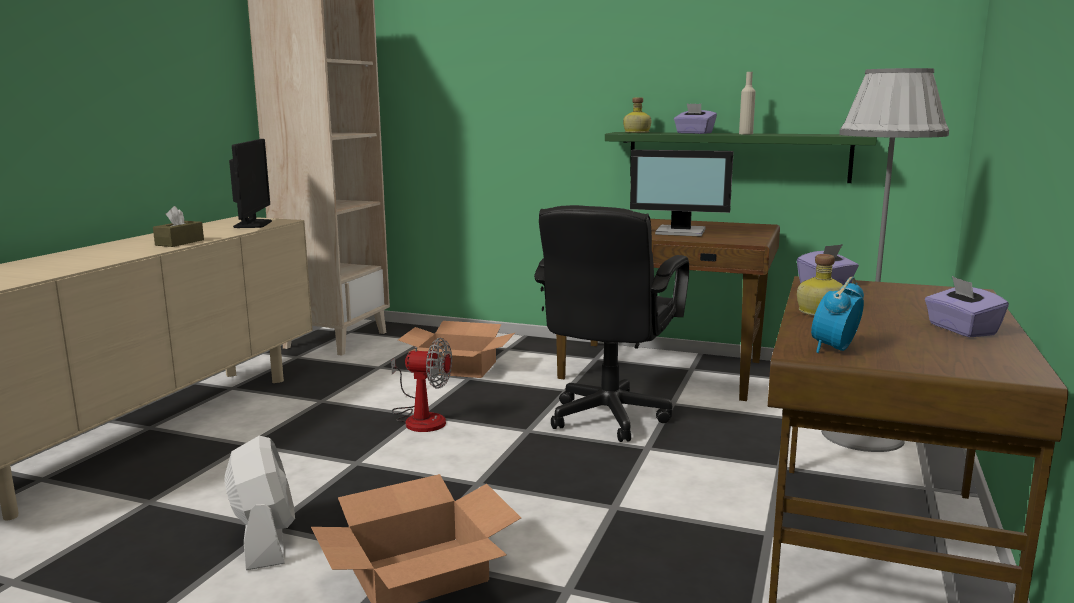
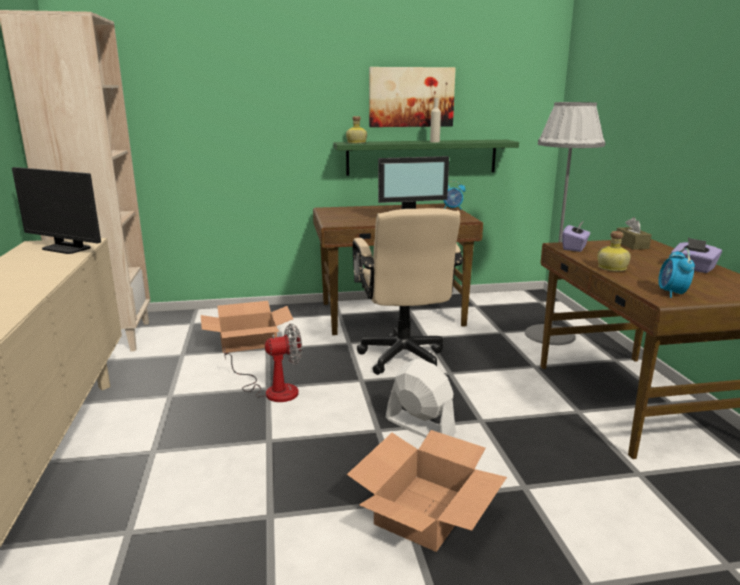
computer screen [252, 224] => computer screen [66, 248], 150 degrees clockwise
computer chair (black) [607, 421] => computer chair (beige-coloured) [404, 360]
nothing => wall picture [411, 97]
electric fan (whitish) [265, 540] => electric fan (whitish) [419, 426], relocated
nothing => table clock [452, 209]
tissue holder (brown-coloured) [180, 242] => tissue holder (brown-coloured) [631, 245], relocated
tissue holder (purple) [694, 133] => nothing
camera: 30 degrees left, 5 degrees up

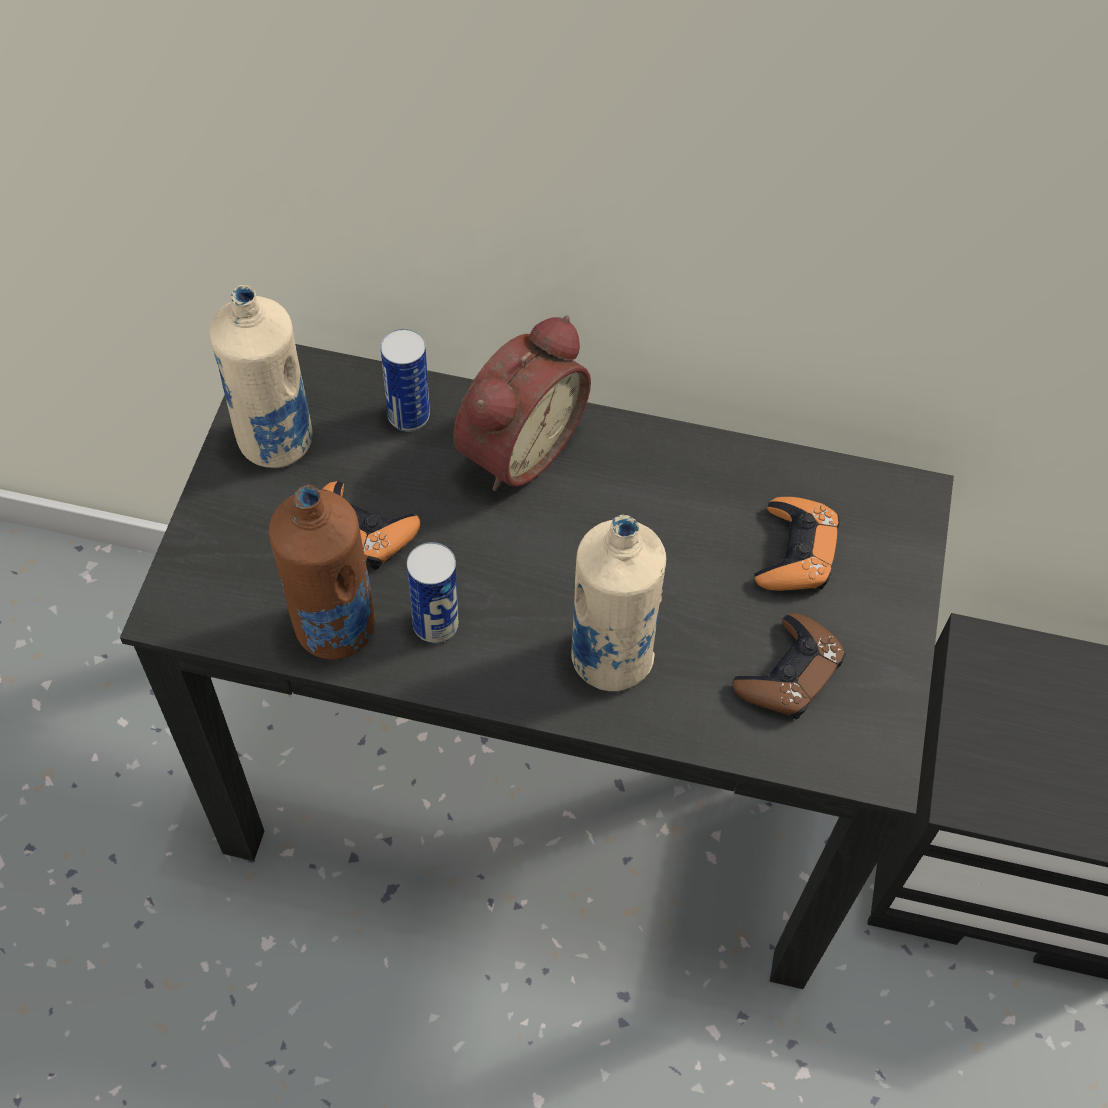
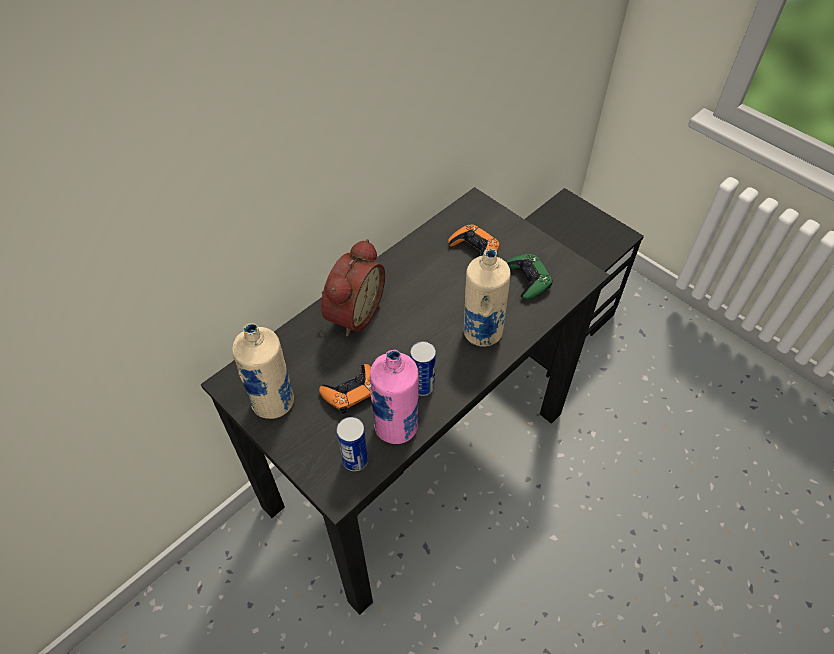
table clock [515, 446] => table clock [352, 312], 45 degrees clockwise
sealed can [408, 416] => sealed can [355, 460], relocated
beverage bottle (brown-coloured) [334, 628] => beverage bottle (pinkish) [396, 427]
gamepad (brown-coloured) [789, 673] => gamepad (greenish) [527, 279]
camera: 55 degrees left, 5 degrees down

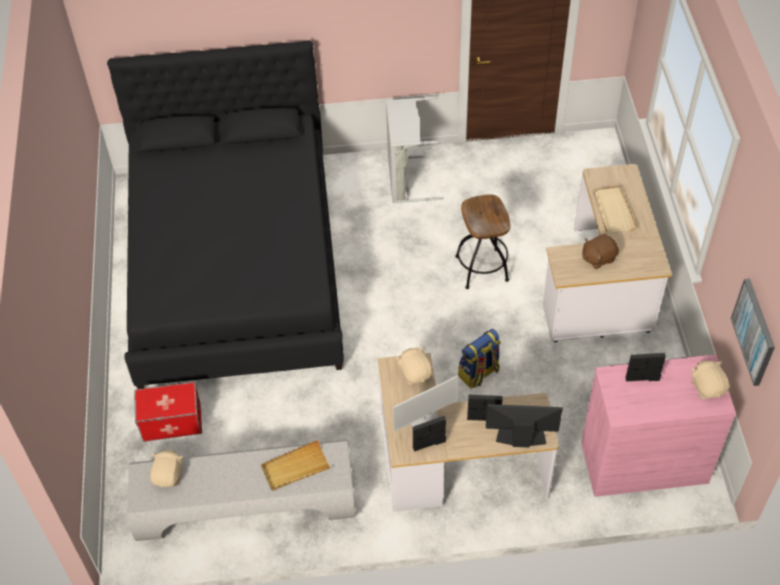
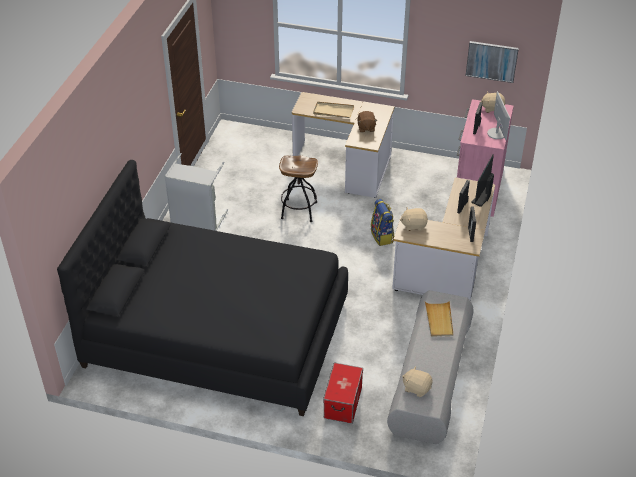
computer screen [424, 419] => computer screen [497, 133], relocated
camera: 70 degrees left, 10 degrees down

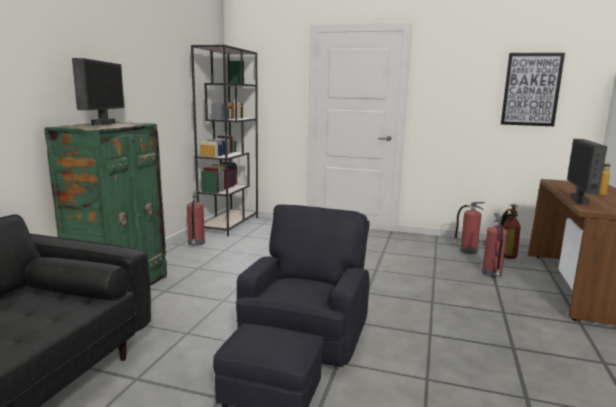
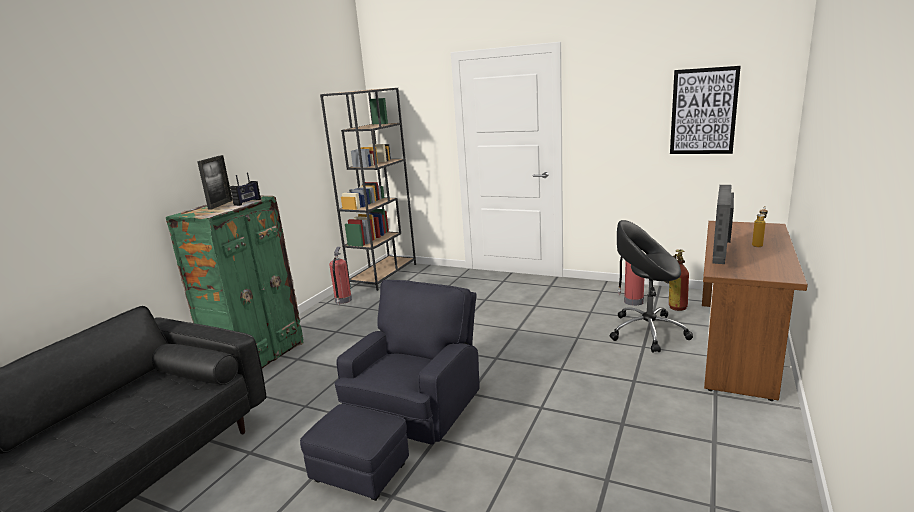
computer screen [102, 124] => standing frame [220, 204]
nothing => radio set [247, 202]
fire-fighting cylinder [492, 274] => computer chair (black) [646, 331]
camera: 10 degrees right, 5 degrees up

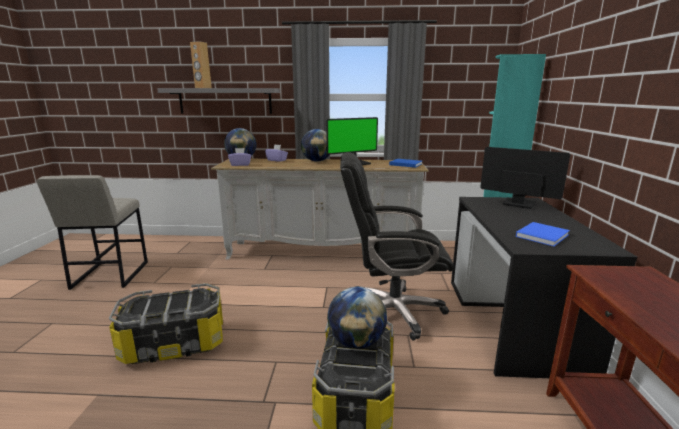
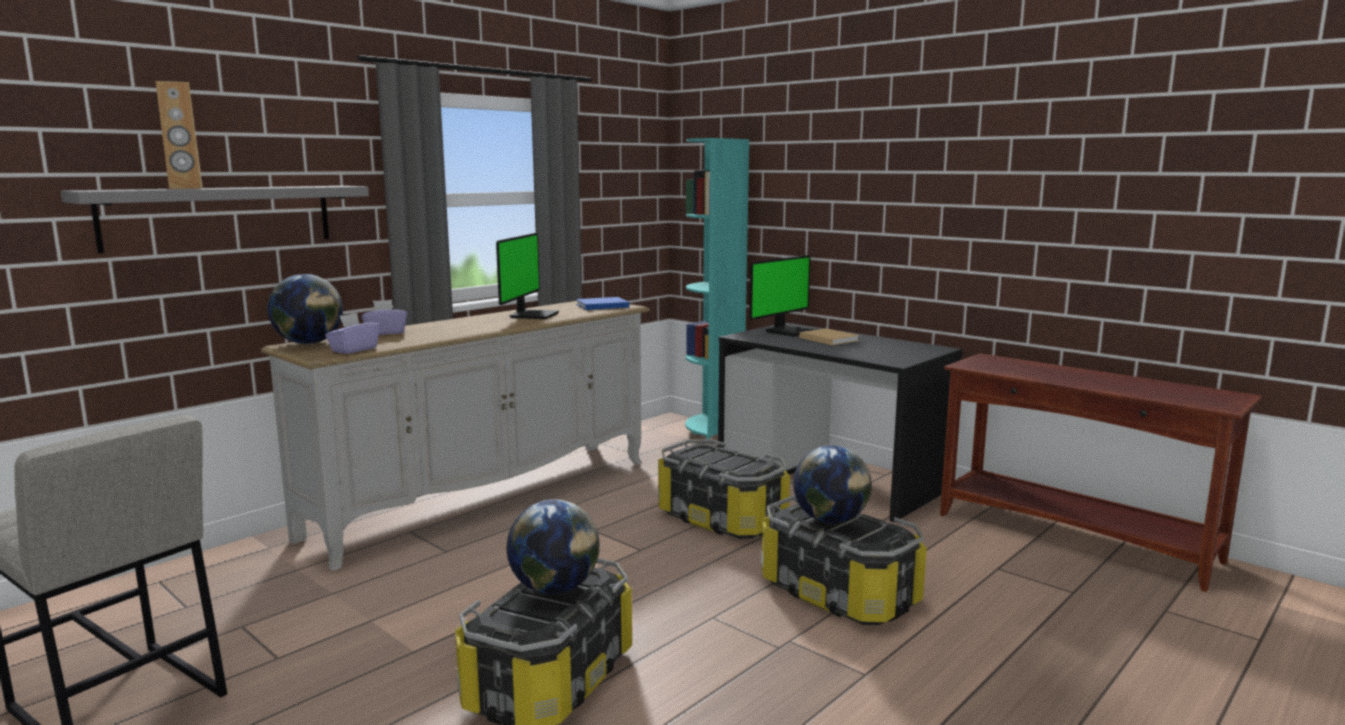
world globe [317, 161] => world globe [554, 588], relocated
computer chair (black) [391, 312] => storage container [721, 519]
computer screen [518, 204] => computer screen [788, 331], 150 degrees clockwise
nothing => book (beige-coloured) [827, 339]
book (bluish) [542, 235] => nothing
camera: 50 degrees left, 5 degrees down

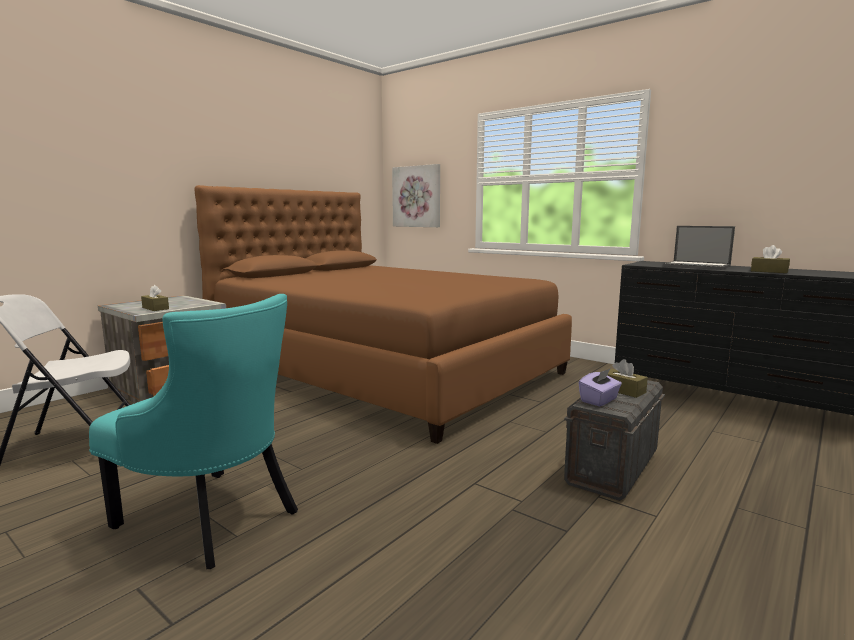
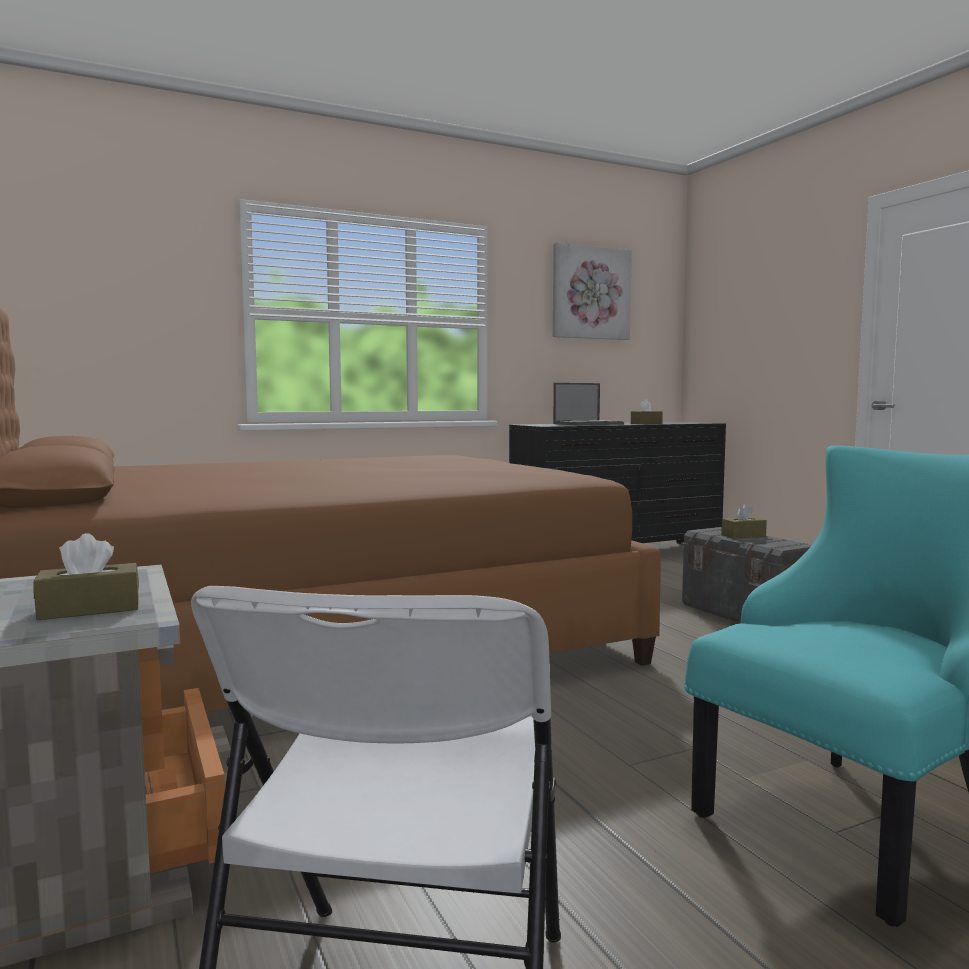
wall picture [417, 196] => wall picture [590, 293], relocated
tissue holder (purple) [599, 400] => nothing
camera: 65 degrees left, 5 degrees down

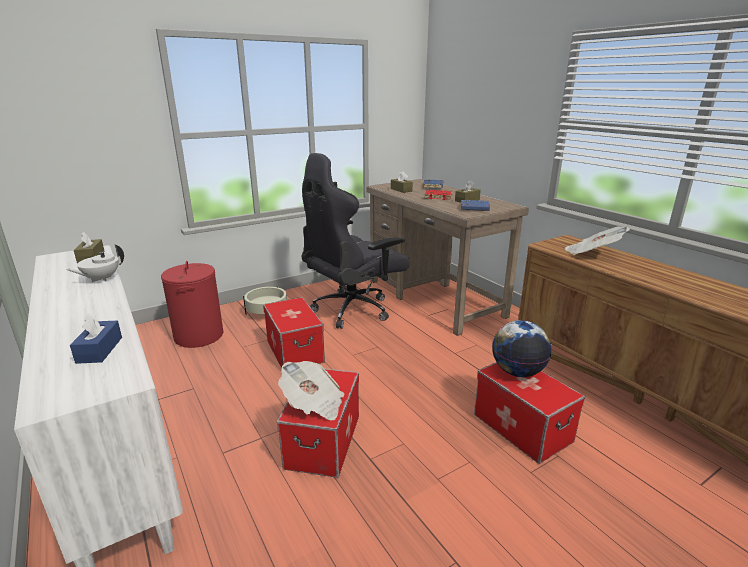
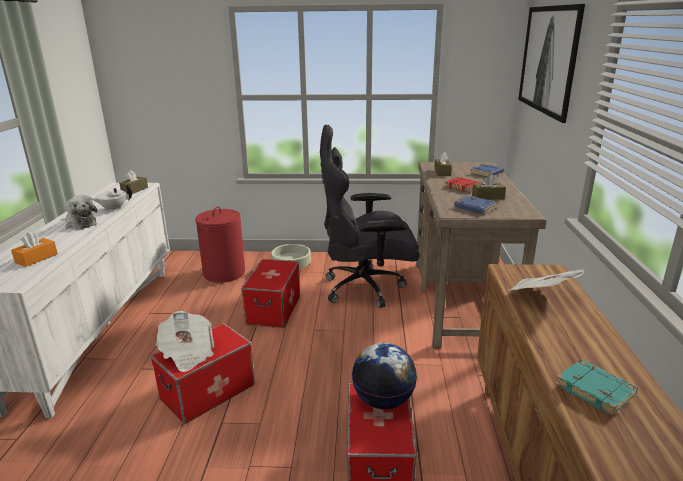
tissue holder (bluish) [99, 350] => tissue holder (orange) [36, 258]
nothing => plush toy [80, 223]
nothing => wall picture [548, 59]
nothing => book (turquoise-coloured) [596, 390]
camera: 35 degrees right, 0 degrees up

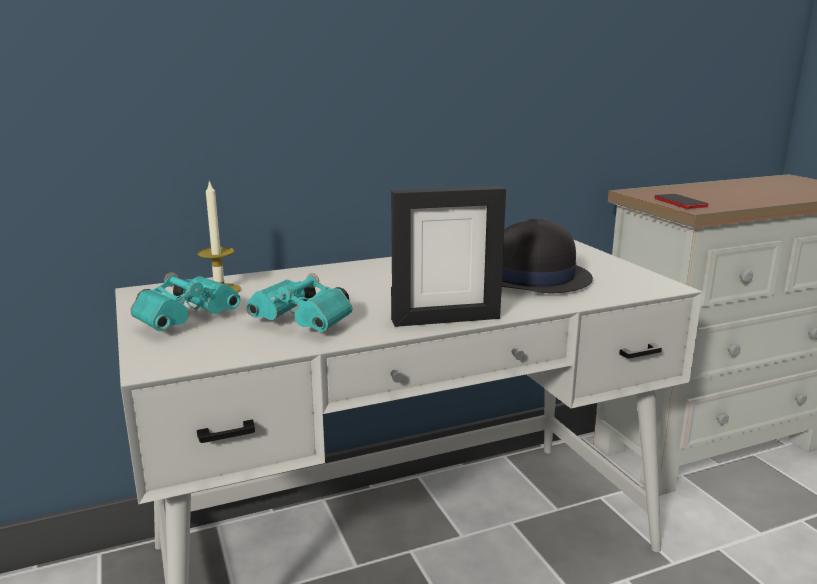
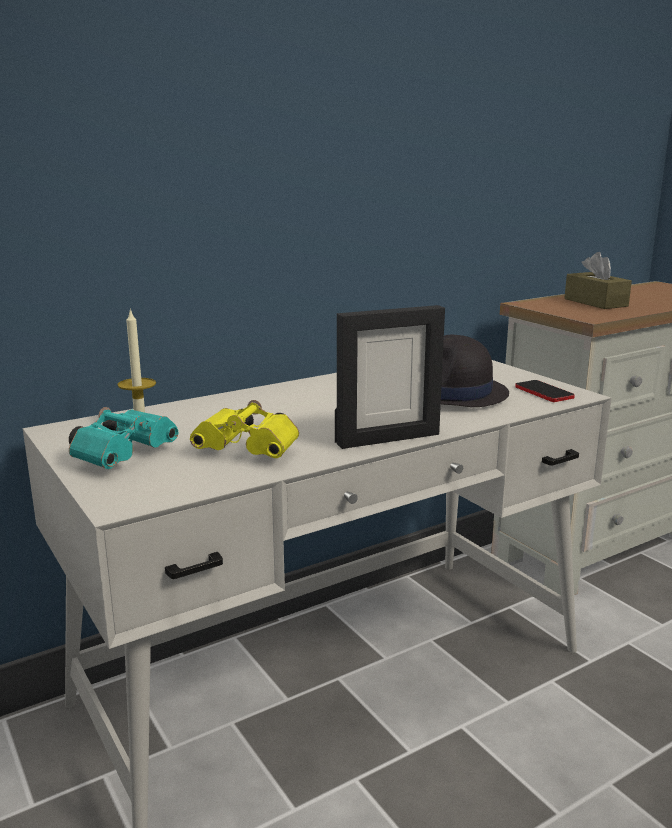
binoculars (turquoise-coloured) [305, 323] => binoculars (yellowish) [251, 451]
handset [680, 202] => handset [544, 392], relocated
nothing => tissue holder (brown-coloured) [595, 302]
camera: 10 degrees left, 0 degrees up

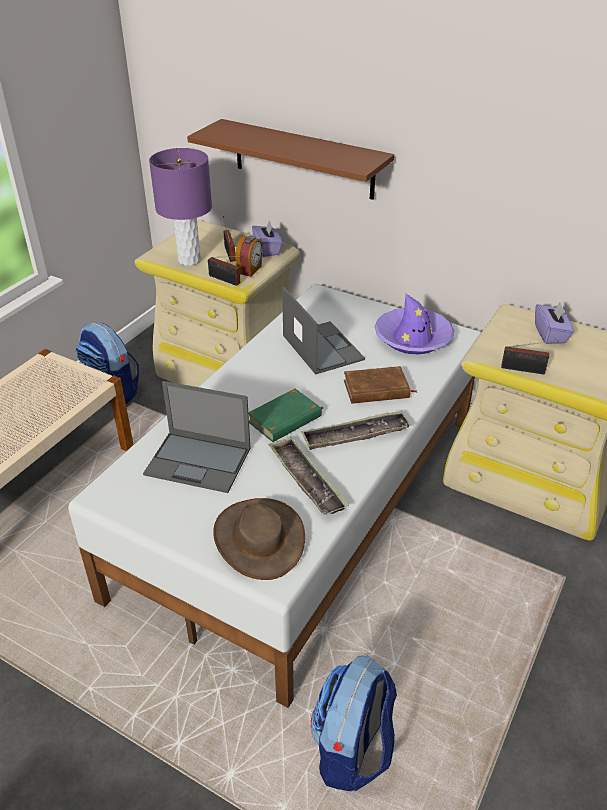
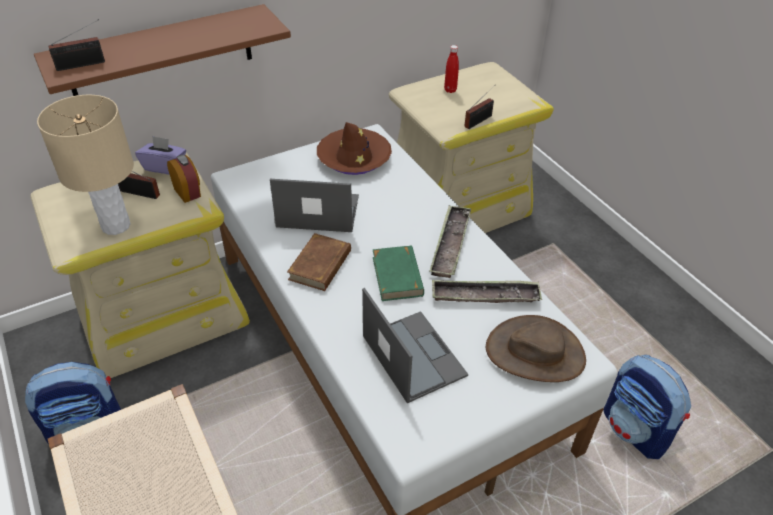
tabletop lamp (purple) [190, 260] => tabletop lamp (beige-coloured) [116, 225]
radio set [226, 280] => radio set [83, 64], relocated
book (brown-coloured) [376, 389] => book (brown-coloured) [320, 265], relocated
clothing hat (purple) [413, 338] => clothing hat (brown-coloured) [354, 158]
notebook computer [199, 461] => notebook computer [412, 355], 75 degrees counterclockwise
tissue holder (purple) [550, 334] => beverage bottle (red) [450, 90]
camera: 60 degrees left, 5 degrees up

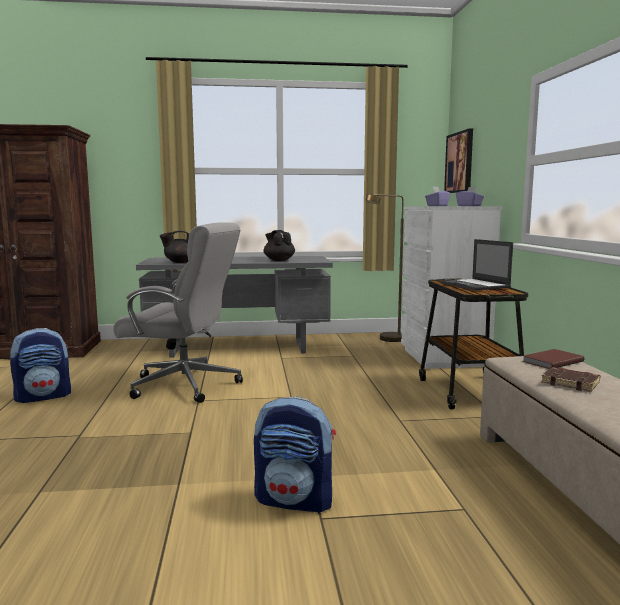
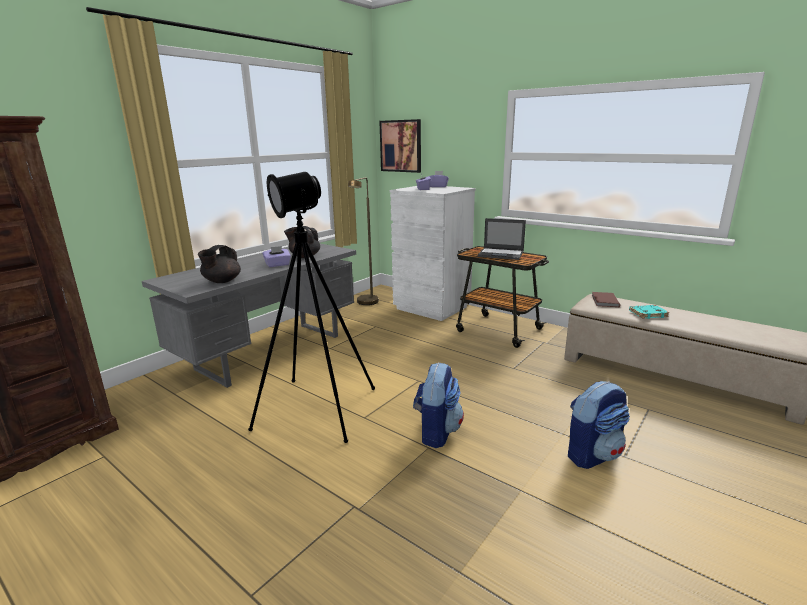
computer chair (grey) [184, 385] => standard lamp (black) [316, 409]
nothing => tissue holder (purple) [278, 265]
rucksack [43, 396] => rucksack [436, 432], relocated
book (brown-coloured) [571, 383] => book (turquoise-coloured) [648, 314]
camera: 45 degrees left, 10 degrees up

